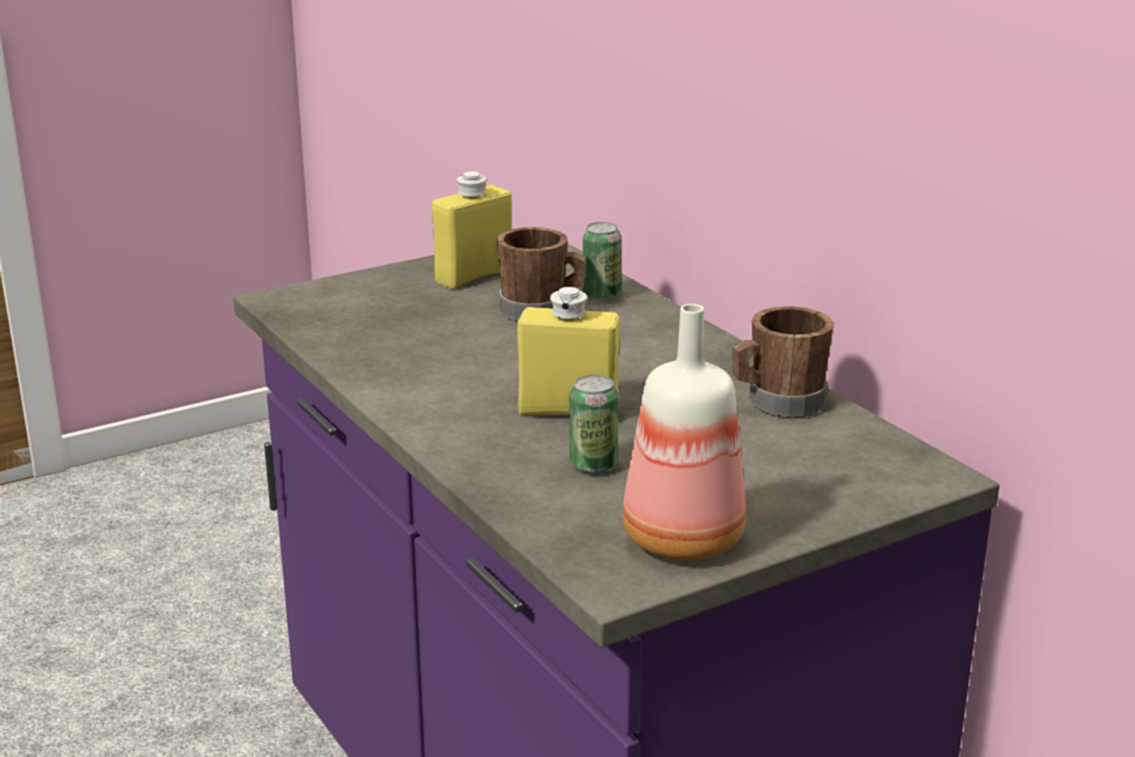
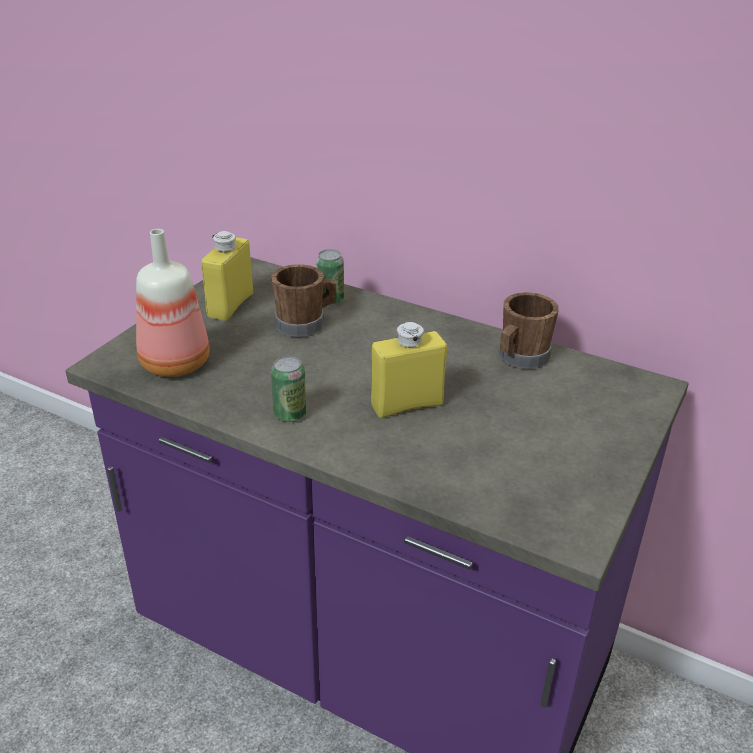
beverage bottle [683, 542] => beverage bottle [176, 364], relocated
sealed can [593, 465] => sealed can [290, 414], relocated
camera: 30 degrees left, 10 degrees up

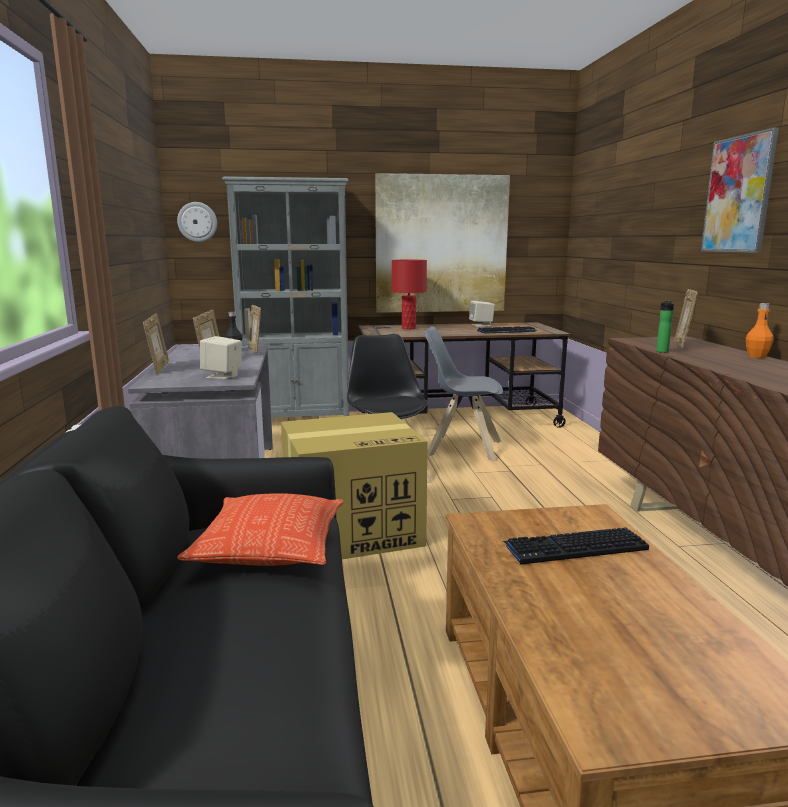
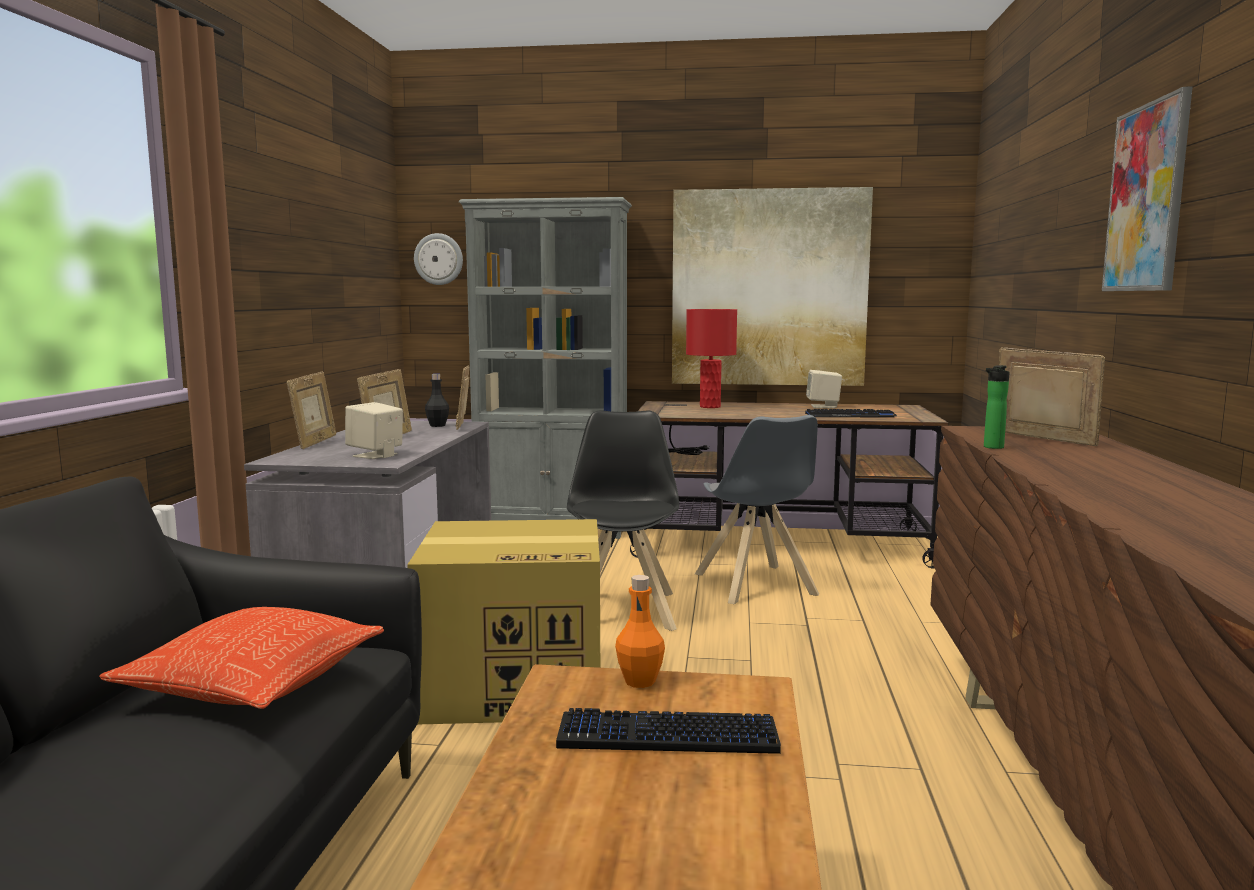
beverage bottle (orange) [756, 357] => beverage bottle (orange) [640, 681], relocated
chair (grey) [461, 448] => chair (grey) [756, 586], 135 degrees counterclockwise
standing frame [681, 346] => standing frame [1044, 441], 105 degrees clockwise
camera: 15 degrees right, 5 degrees down

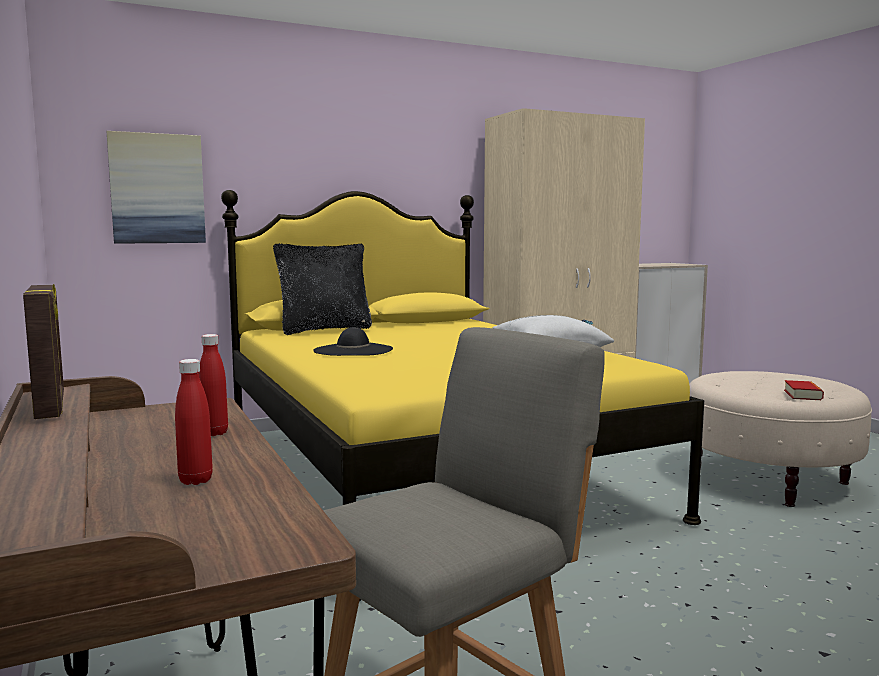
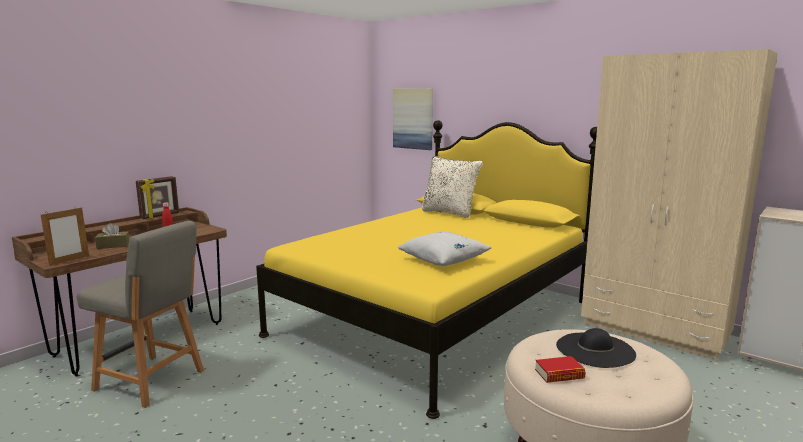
nothing => standing frame [69, 260]
beverage bottle (red) [195, 480] => tissue holder (brown-coloured) [113, 245]
throw pillow (black) [326, 331] => throw pillow (beige-coloured) [449, 214]
clothing hat (black) [353, 350] => clothing hat (black) [595, 349], relocated
camera: 65 degrees right, 5 degrees up

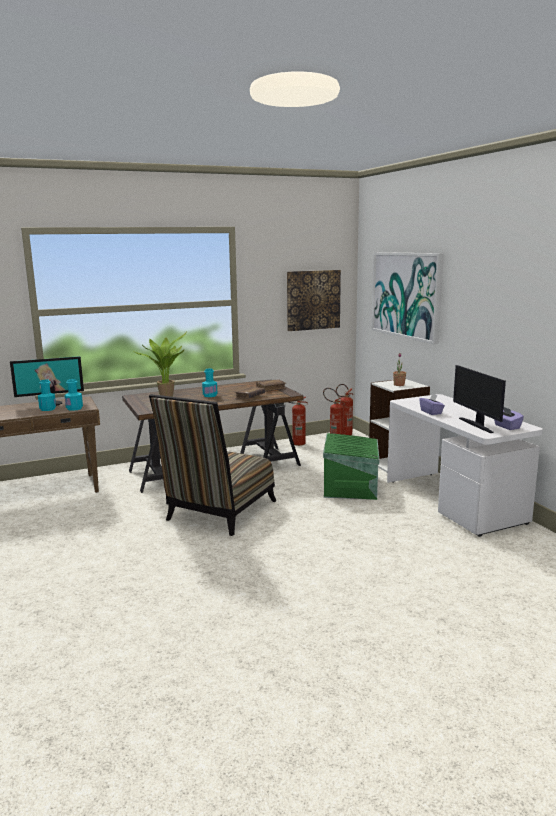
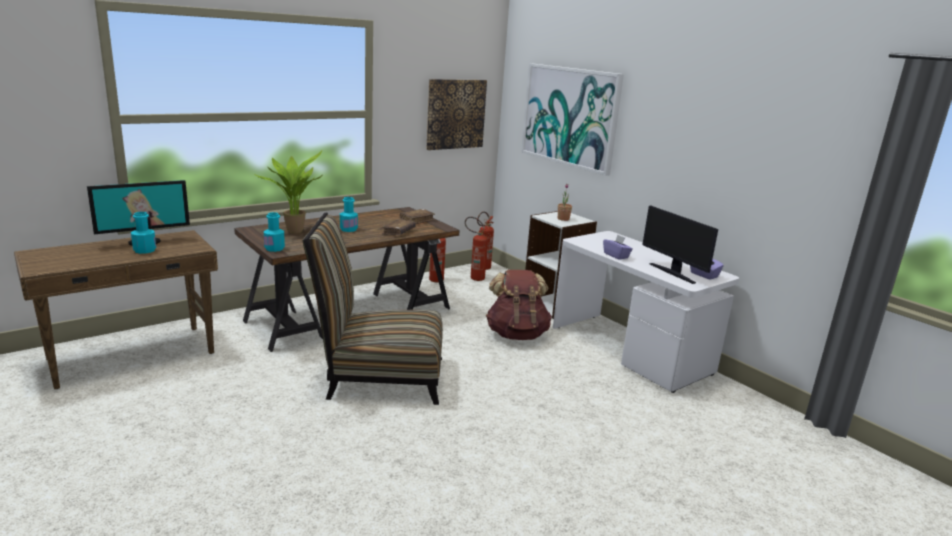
beverage bottle (turquoise-coloured) [74, 408] => beverage bottle (turquoise-coloured) [274, 248], relocated
chair [218, 513] => chair [378, 376], 75 degrees clockwise
storage container (greenish) [351, 486] => rucksack (brown-coloured) [516, 334]
camera: 15 degrees left, 5 degrees up

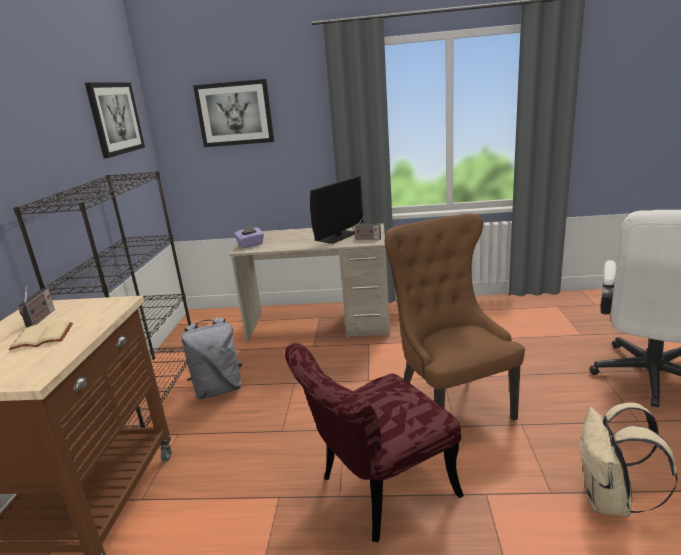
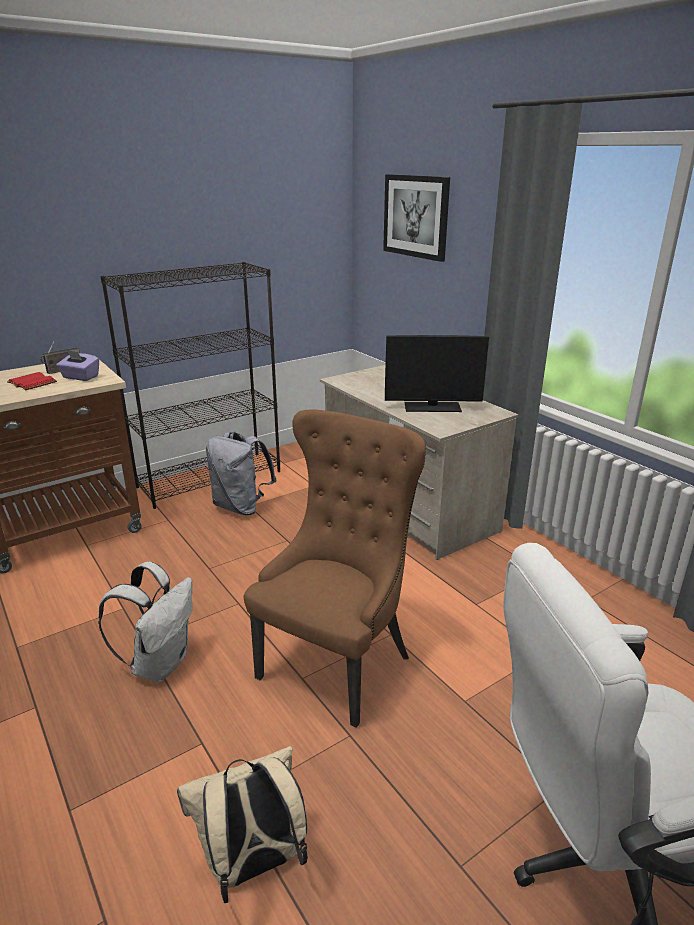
book (beige-coloured) [44, 336] => book (red) [33, 383]
tissue holder (purple) [250, 245] => tissue holder (purple) [80, 377], relocated
chair (red) [377, 492] => rucksack (whitish) [160, 663]
wall picture [115, 118] => nothing
radio set [366, 239] => nothing
camera: 50 degrees right, 5 degrees up

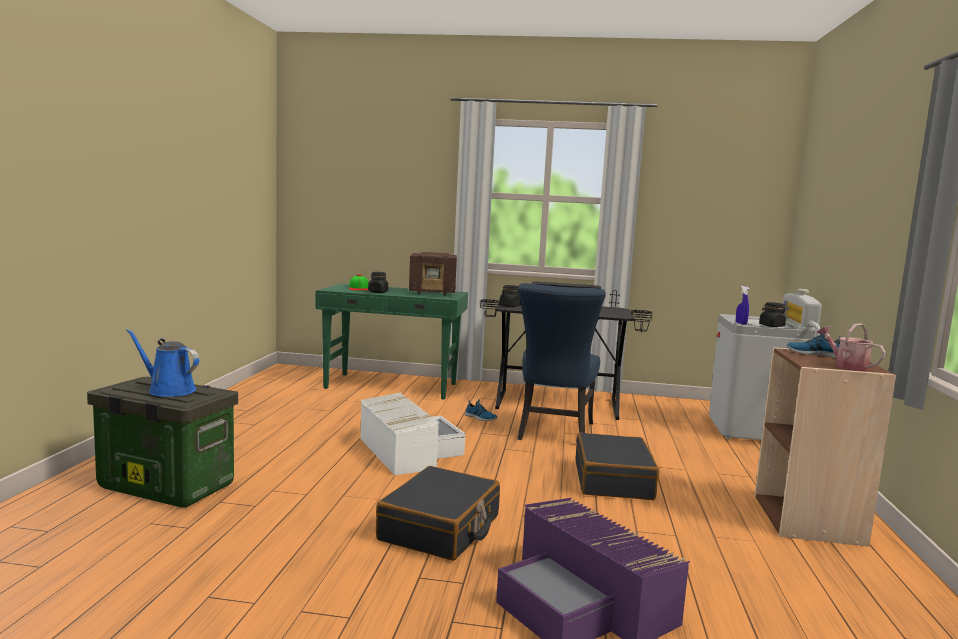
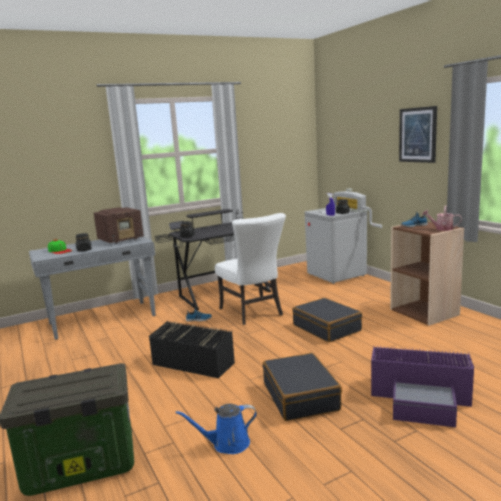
console table (greenish) [392, 386] => console table (grey) [103, 319]
storage container (whitish) [408, 450] => storage container (black) [197, 359]
watering can (bluish) [168, 390] => watering can (bluish) [227, 444], relocated
chair (bluish) [553, 432] => chair (whitish) [253, 312]
nothing => wall picture [418, 135]
camera: 35 degrees left, 5 degrees up

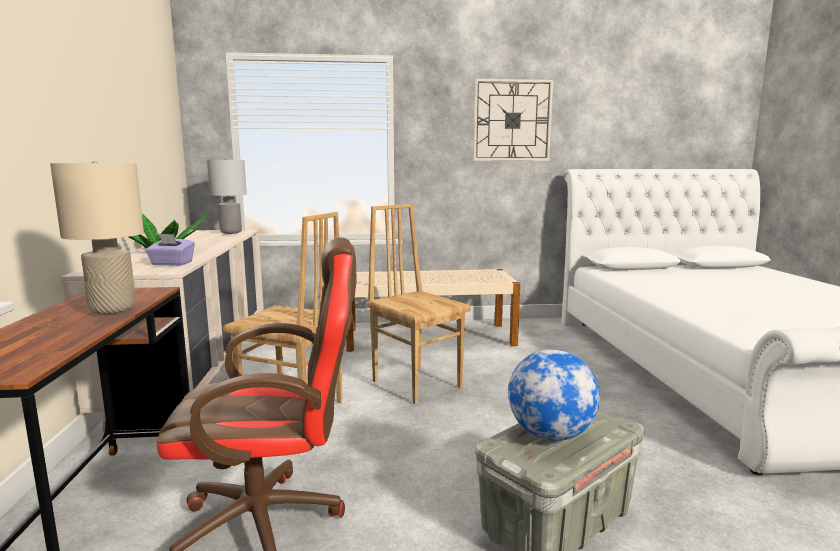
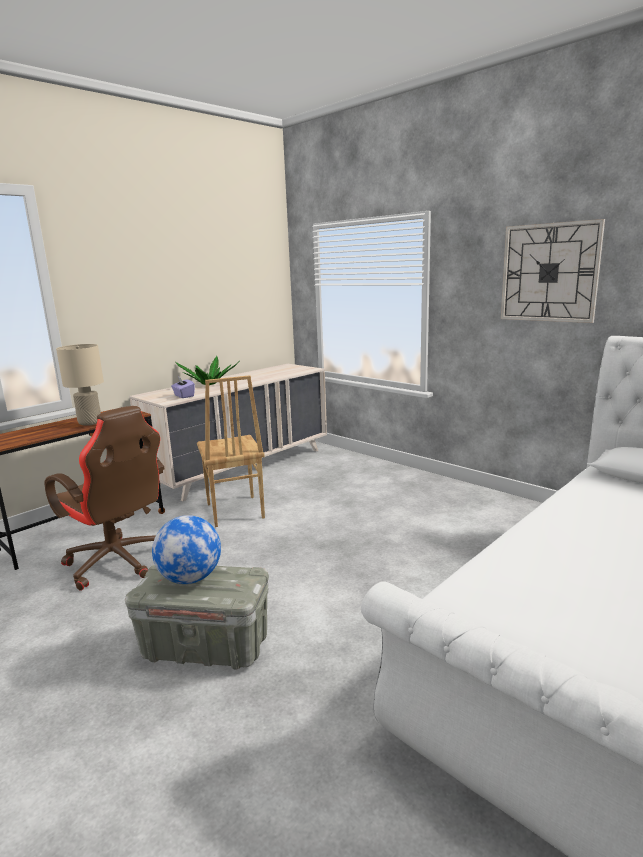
tabletop lamp (grey) [230, 233] => nothing
bench (beige-coloured) [429, 337] => nothing
chair (brown-coloured) [417, 383] => nothing
camera: 50 degrees right, 5 degrees up

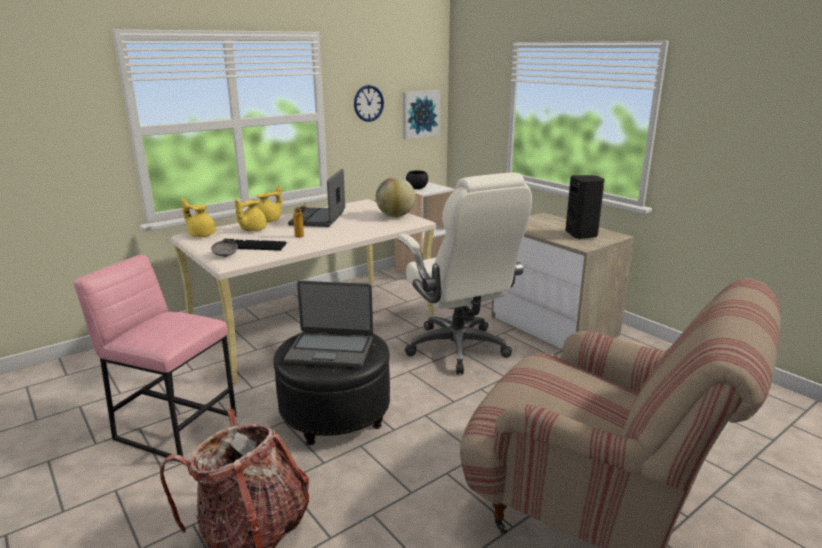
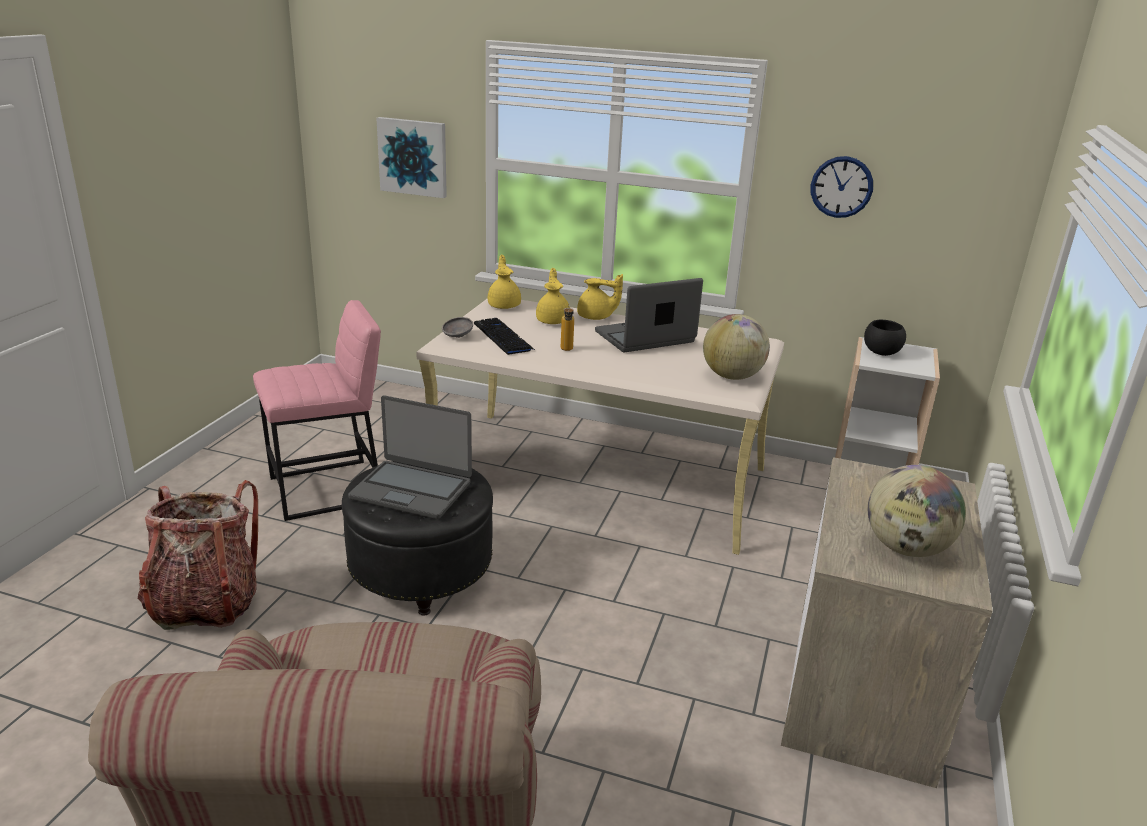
chair (pinkish) [175, 427] => chair (pinkish) [328, 489], 75 degrees clockwise
notebook computer [330, 350] => notebook computer [412, 490], 45 degrees counterclockwise
wall picture [420, 114] => wall picture [413, 157], relocated
pot for tea (yellowish) [252, 230] => pot for tea (yellowish) [553, 320], 90 degrees clockwise
loudspeaker (black) [582, 235] => world globe [906, 548]
computer chair (whitish) [458, 349] => nothing
camera: 55 degrees right, 5 degrees up

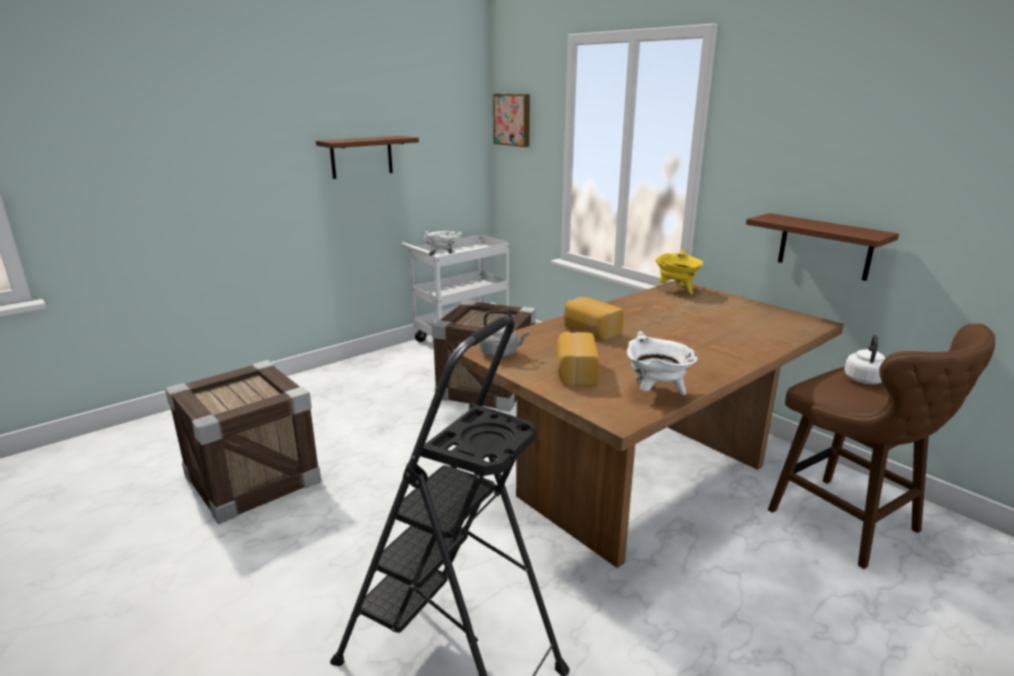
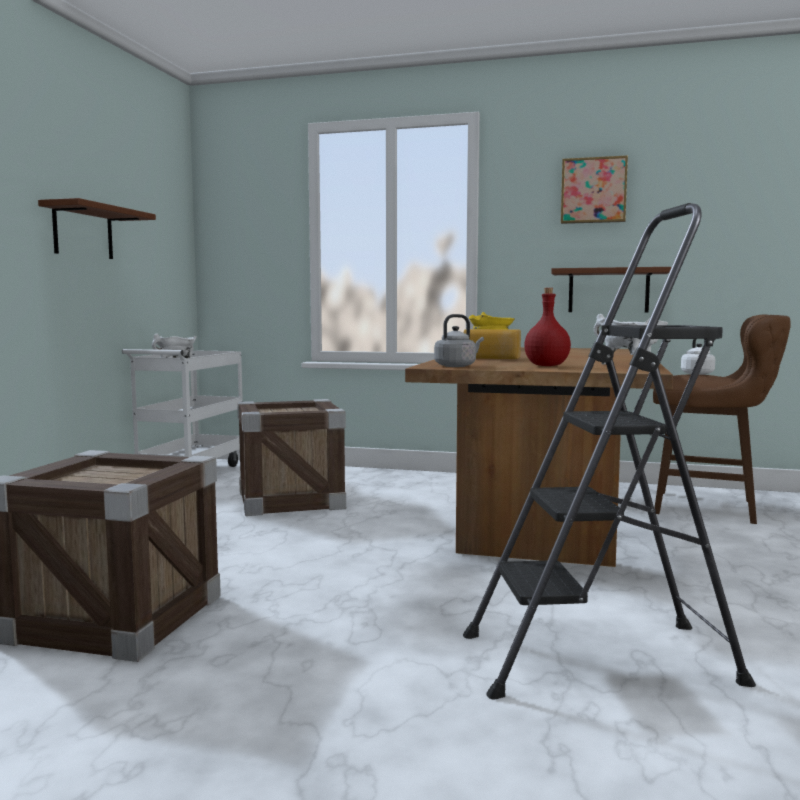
bread [574, 372] => beverage bottle (red) [546, 365]
wall picture [513, 119] => wall picture [593, 190], relocated
camera: 35 degrees left, 15 degrees down

